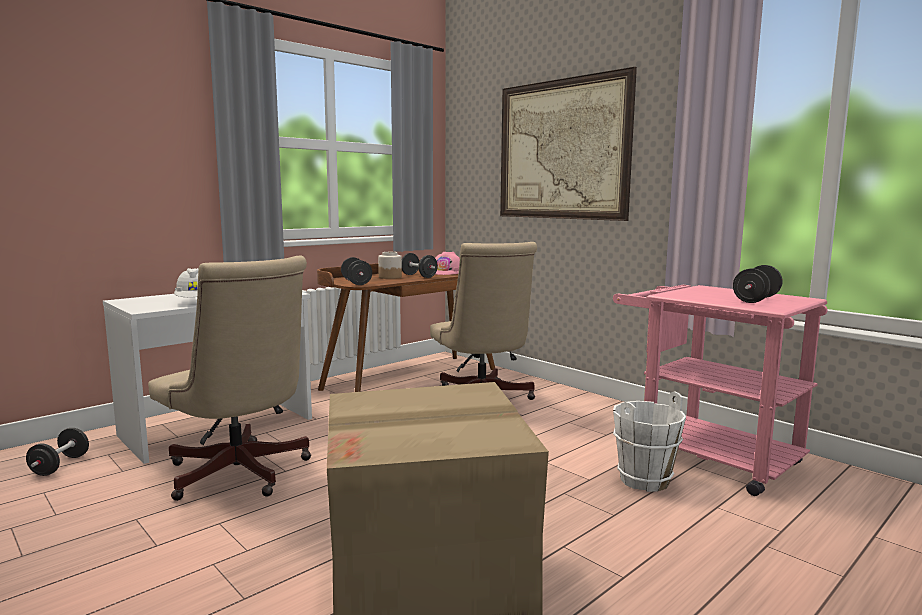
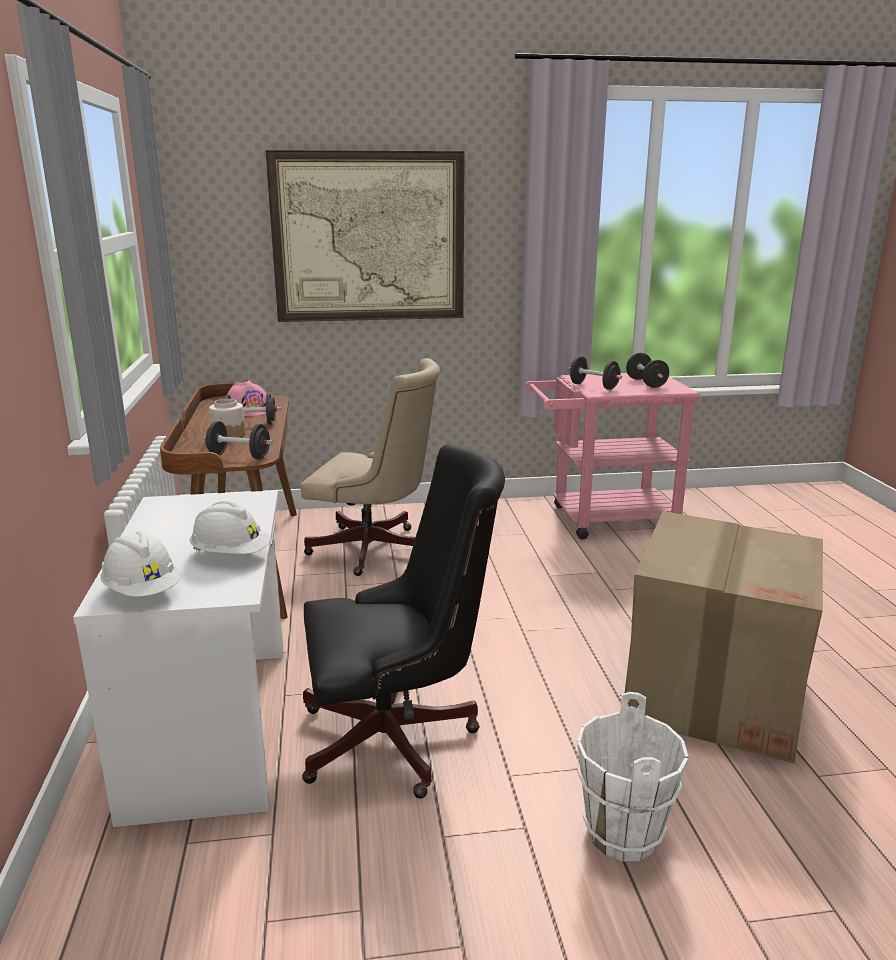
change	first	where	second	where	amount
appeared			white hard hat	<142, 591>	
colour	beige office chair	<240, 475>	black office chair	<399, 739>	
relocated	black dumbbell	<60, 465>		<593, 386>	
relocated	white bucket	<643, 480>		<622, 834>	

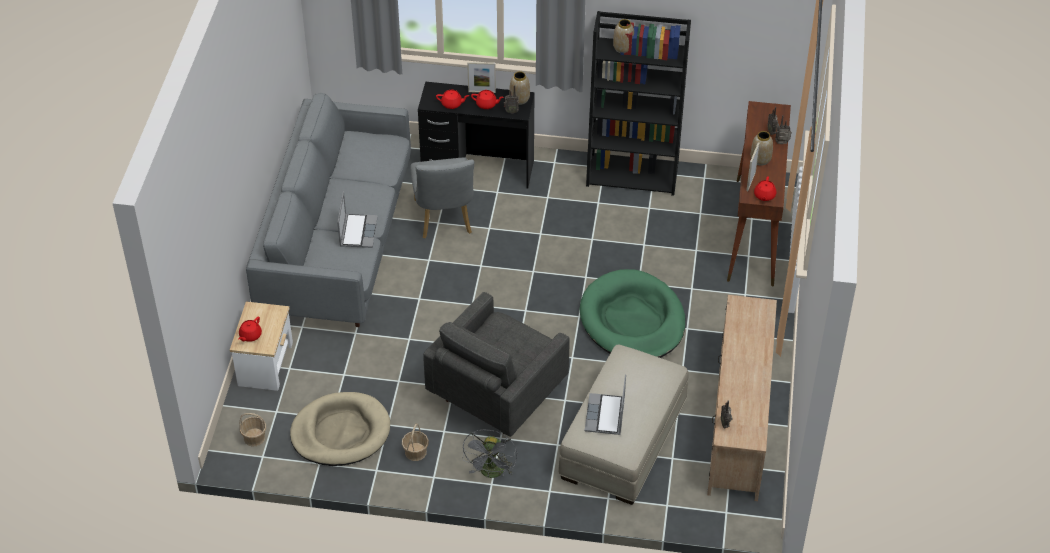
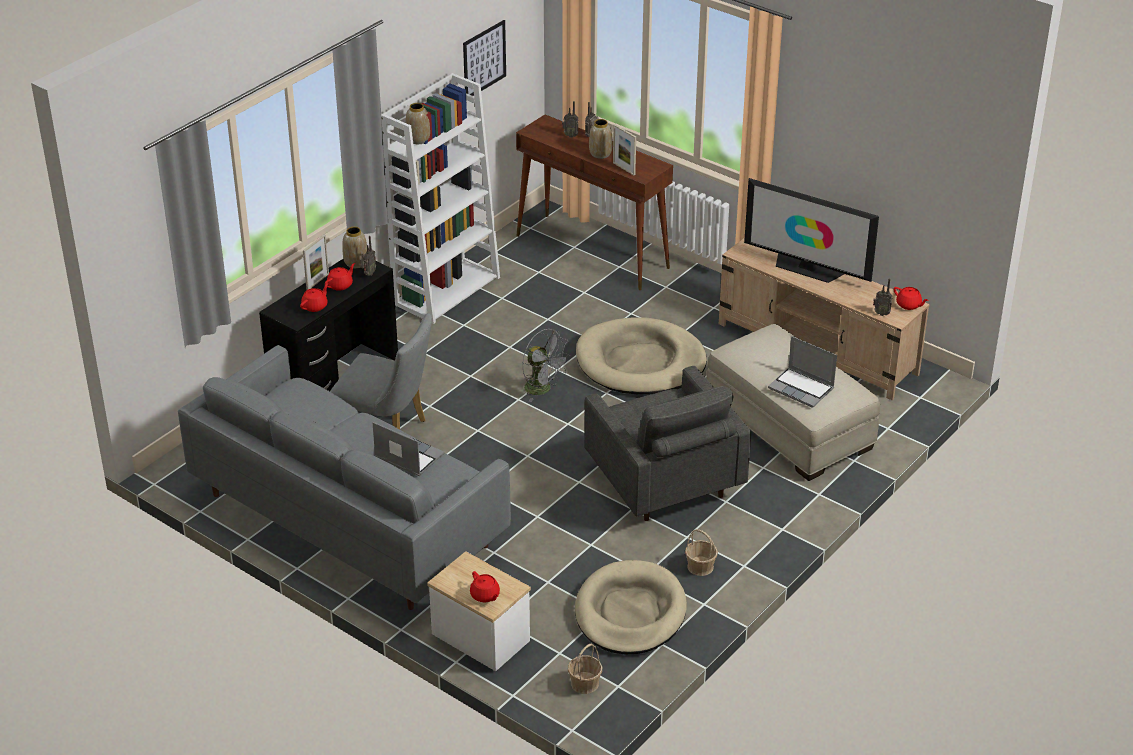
change	first	where	second	where	amount
colour	black bookcase	<633, 174>	white bookcase	<446, 290>	
appeared			picture	<484, 59>	
relocated	grey fan	<492, 473>		<543, 389>	
colour	green dog bed	<632, 320>	beige dog bed	<640, 362>	
appeared			television	<807, 268>	
relocated	red teapot	<764, 196>		<909, 305>	

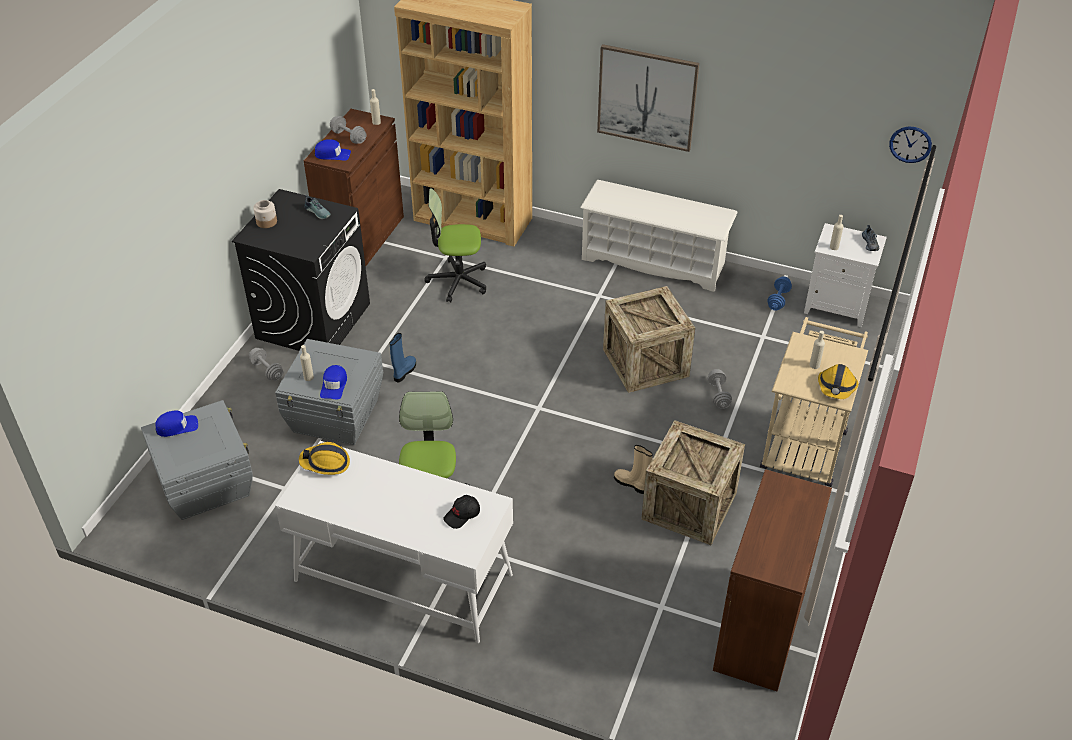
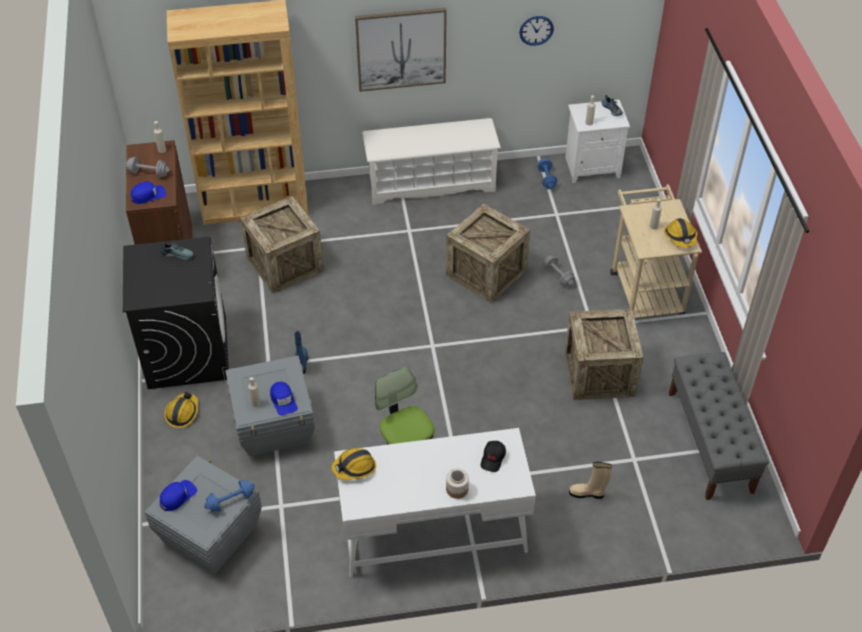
change	first	where	second	where	amount
exchanged	grey dumbbell	<267, 370>	hard hat	<182, 413>	
appeared			blue dumbbell	<230, 501>	
exchanged	office chair	<458, 281>	crate	<284, 264>	
relocated	jar	<267, 222>		<457, 489>	
relocated	wall clock	<910, 144>		<536, 30>	
relocated	beige boot	<632, 484>		<587, 493>	
exchanged	brown cabinet	<760, 628>	grey bench	<710, 442>	

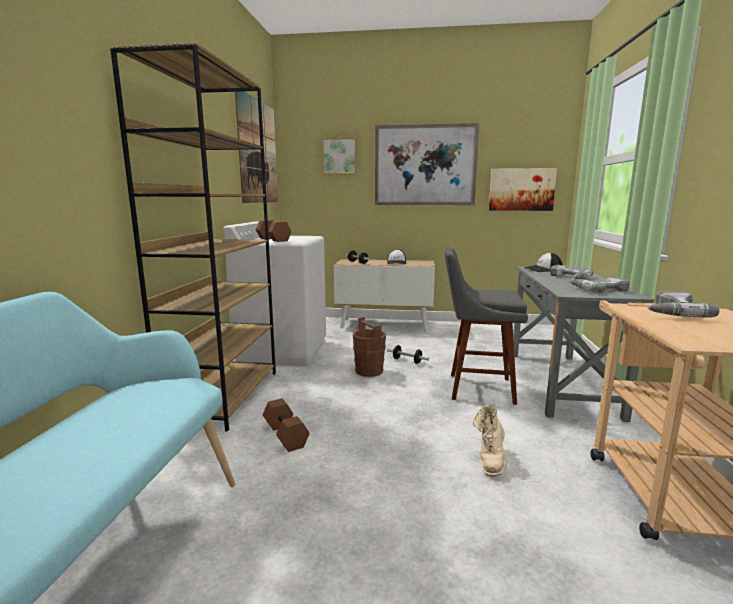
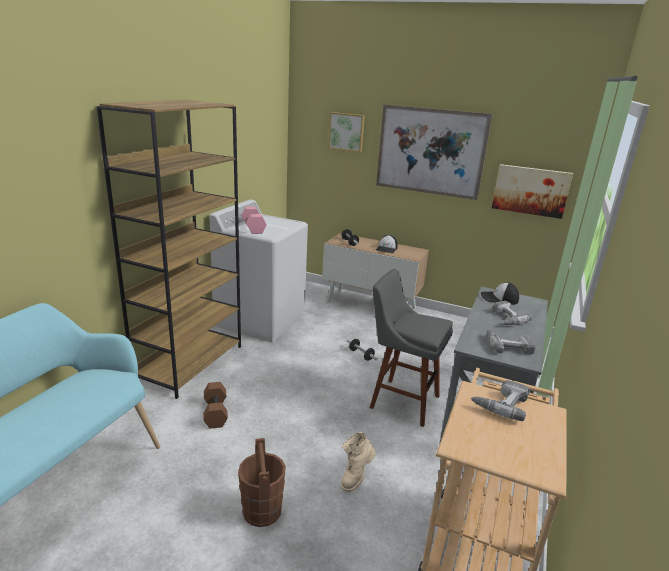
change	first	where	second	where	amount
relocated	brown bucket	<369, 371>		<262, 510>	
colour	brown dumbbell	<274, 240>	pink dumbbell	<254, 228>	
missing	picture	<258, 152>			

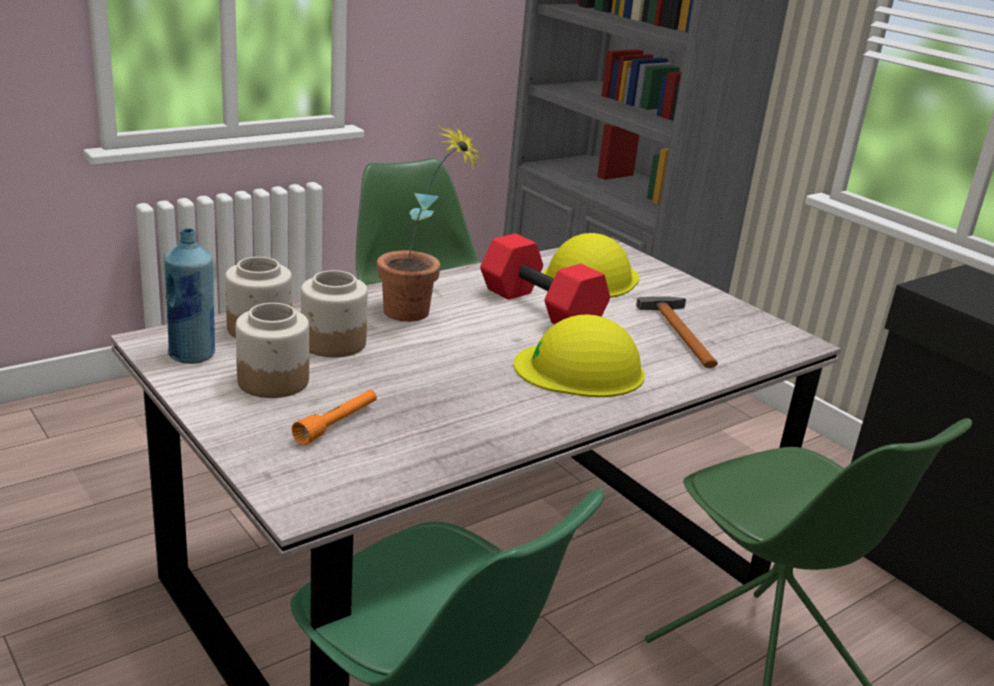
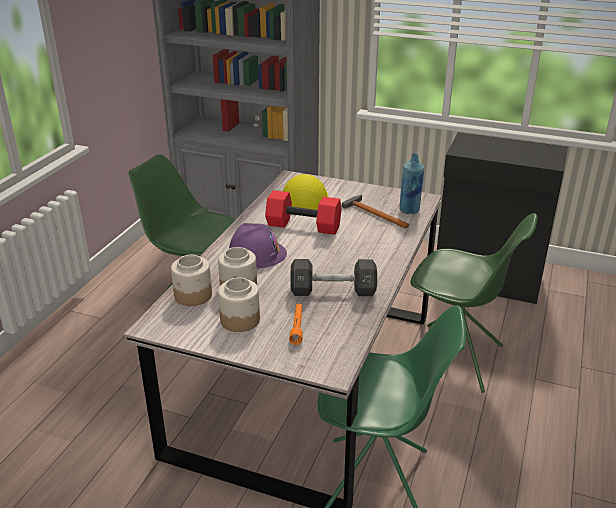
change	first	where	second	where	amount
exchanged	potted plant	<419, 315>	purple hard hat	<256, 254>	
appeared			black dumbbell	<333, 290>	
relocated	blue bottle	<192, 355>		<409, 210>	
missing	yellow hard hat	<580, 369>			

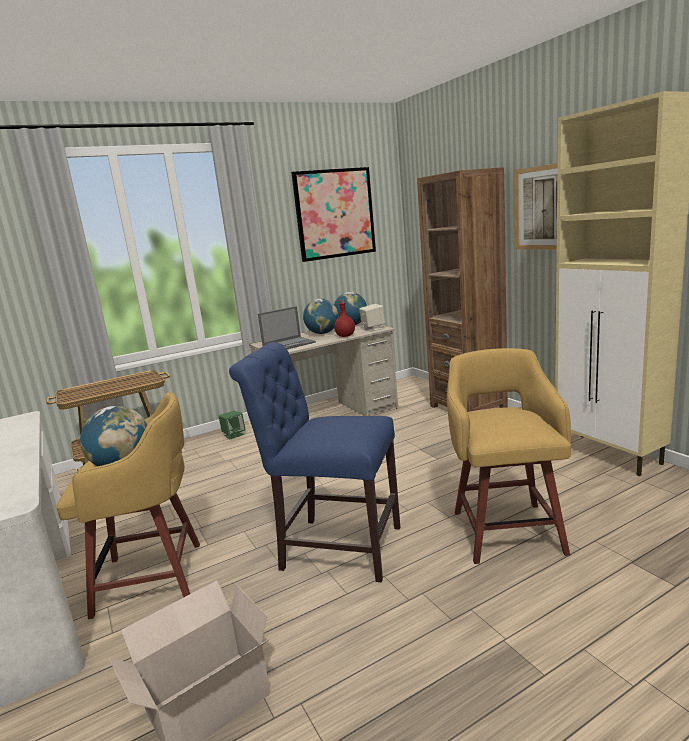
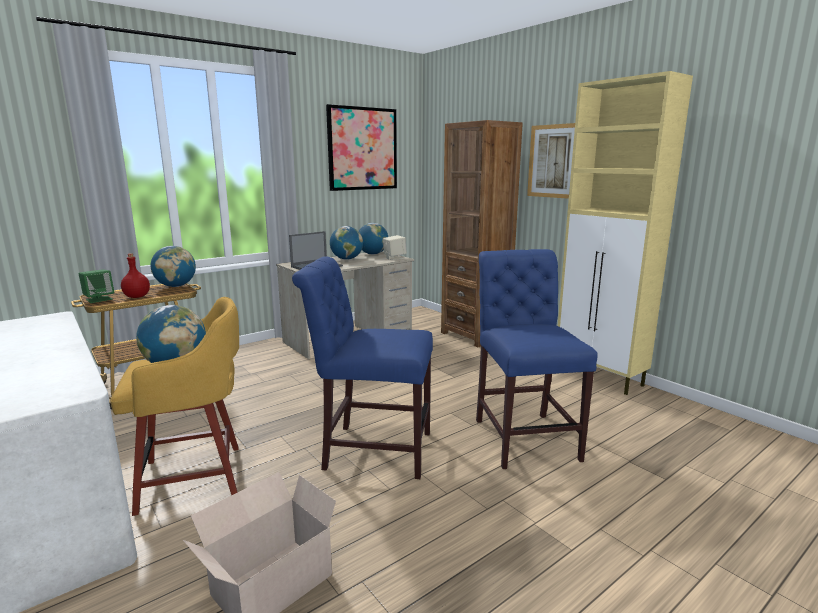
change	first	where	second	where	amount
relocated	green speaker	<234, 435>		<99, 299>	
relocated	red bottle	<345, 336>		<136, 296>	
appeared			globe	<176, 286>	
exchanged	yellow stool	<507, 529>	blue chair	<523, 435>	

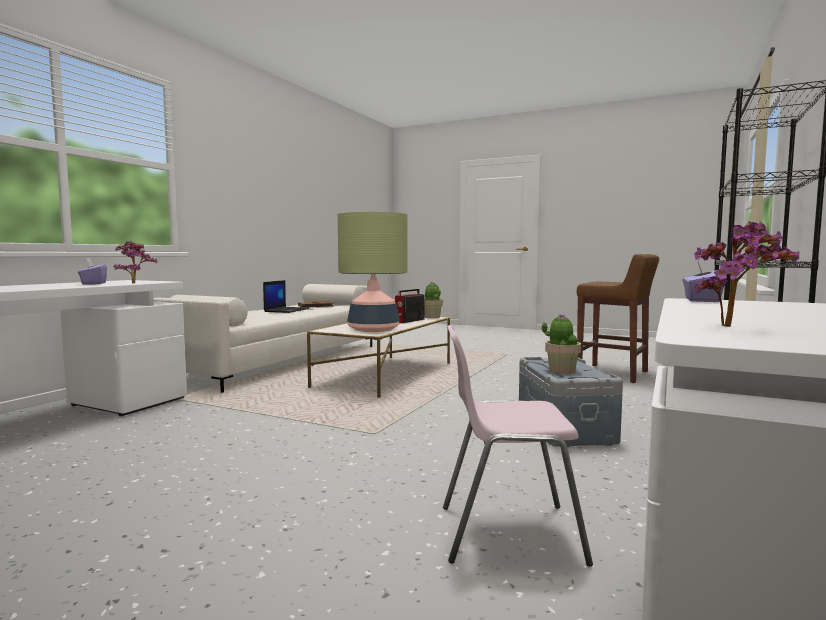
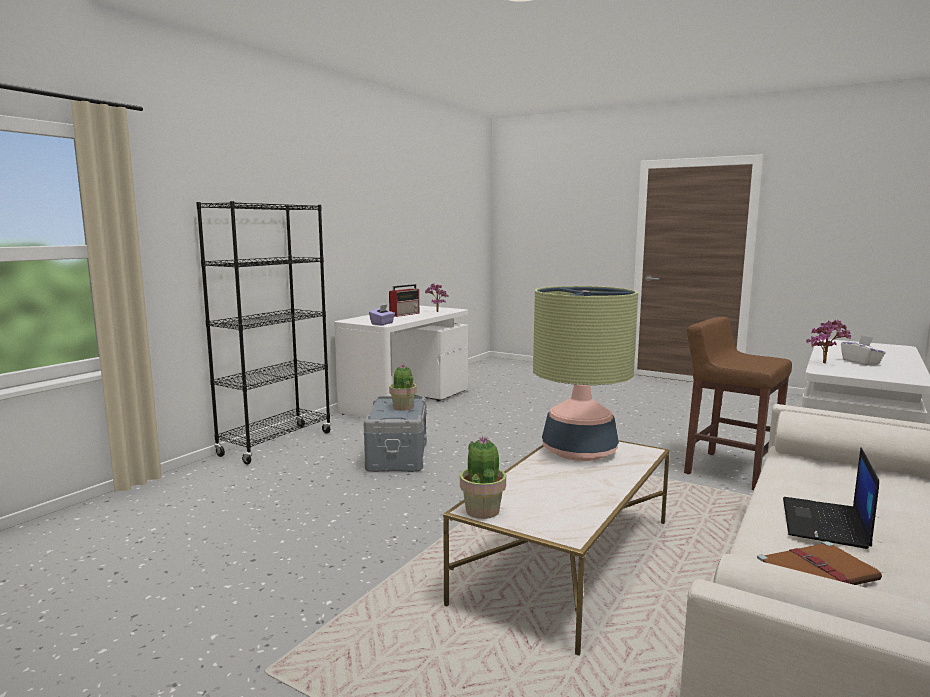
change	first	where	second	where	amount
relocated	radio	<409, 321>		<405, 314>	
relocated	brown stool	<614, 374>		<729, 470>	
colour	purple tissue box	<93, 283>	white tissue box	<861, 362>	
missing	pink chair	<507, 532>			

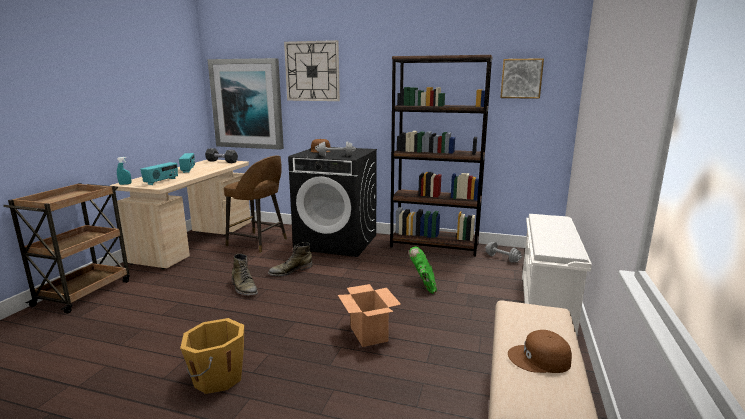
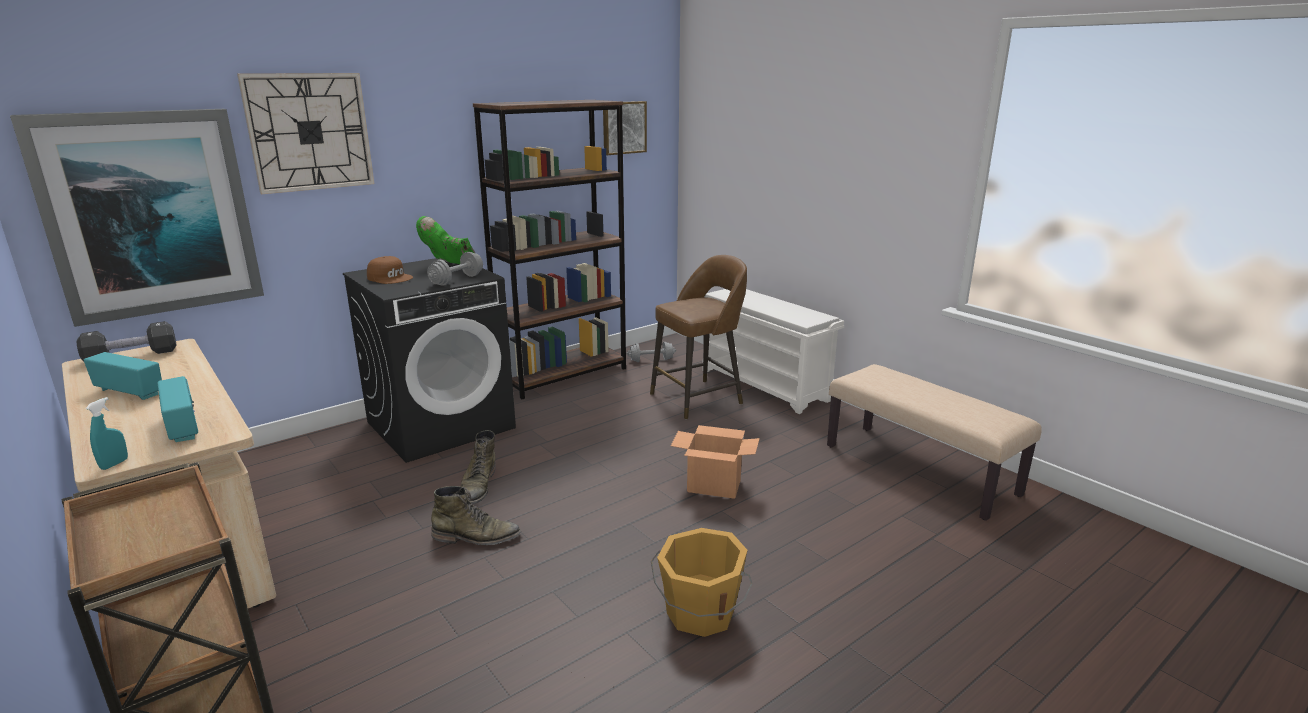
change	first	where	second	where	amount
relocated	green boot	<424, 285>		<451, 266>	
relocated	brown stool	<258, 242>		<698, 398>	
missing	brown cap	<539, 359>			

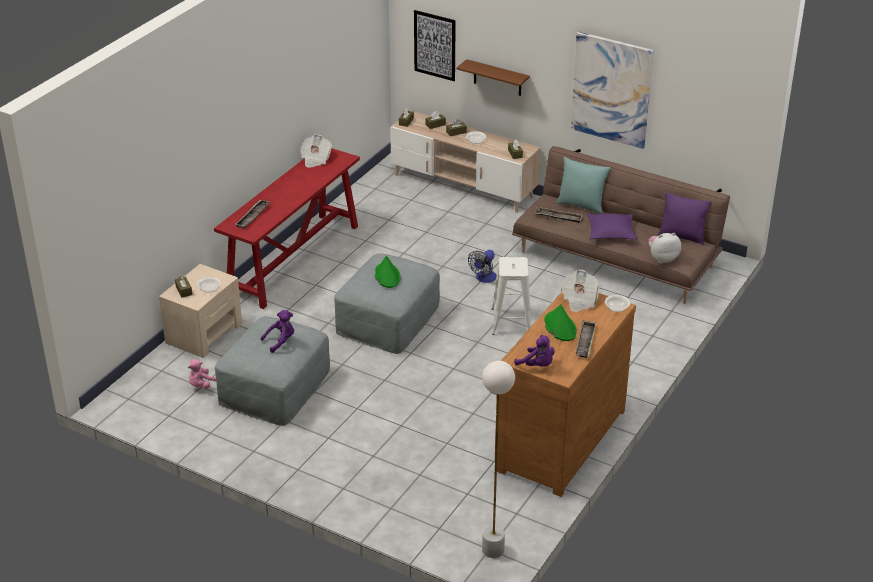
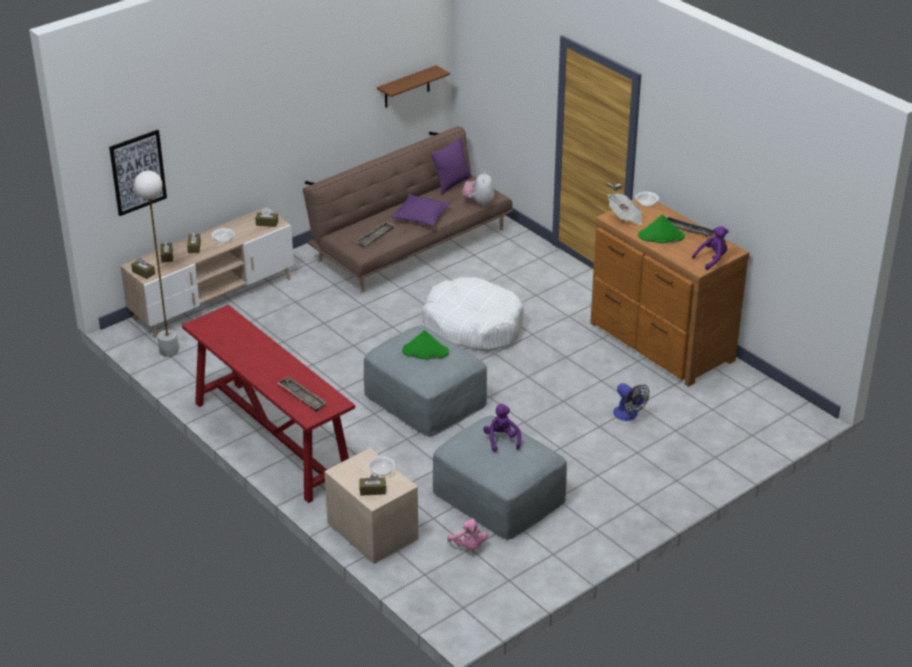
change	first	where	second	where	amount
relocated	white floor lamp	<493, 550>		<169, 351>	
relocated	brown shelf	<497, 78>		<407, 87>	
exchanged	white stool	<511, 321>	white dog bed	<473, 326>	
relocated	fan	<484, 278>		<628, 415>	
missing	newspaper	<315, 159>			
missing	turquoise pillow	<581, 205>			
missing	picture	<611, 89>			

